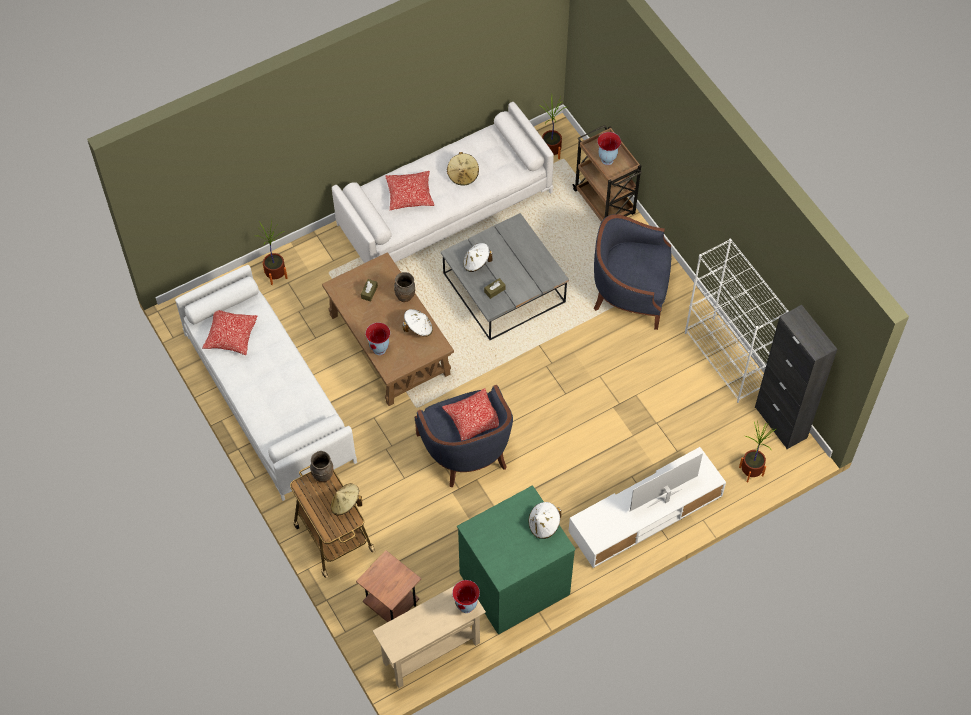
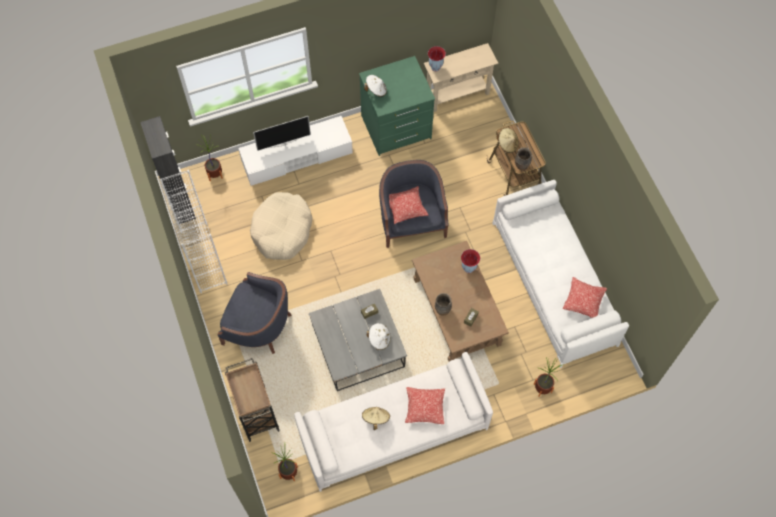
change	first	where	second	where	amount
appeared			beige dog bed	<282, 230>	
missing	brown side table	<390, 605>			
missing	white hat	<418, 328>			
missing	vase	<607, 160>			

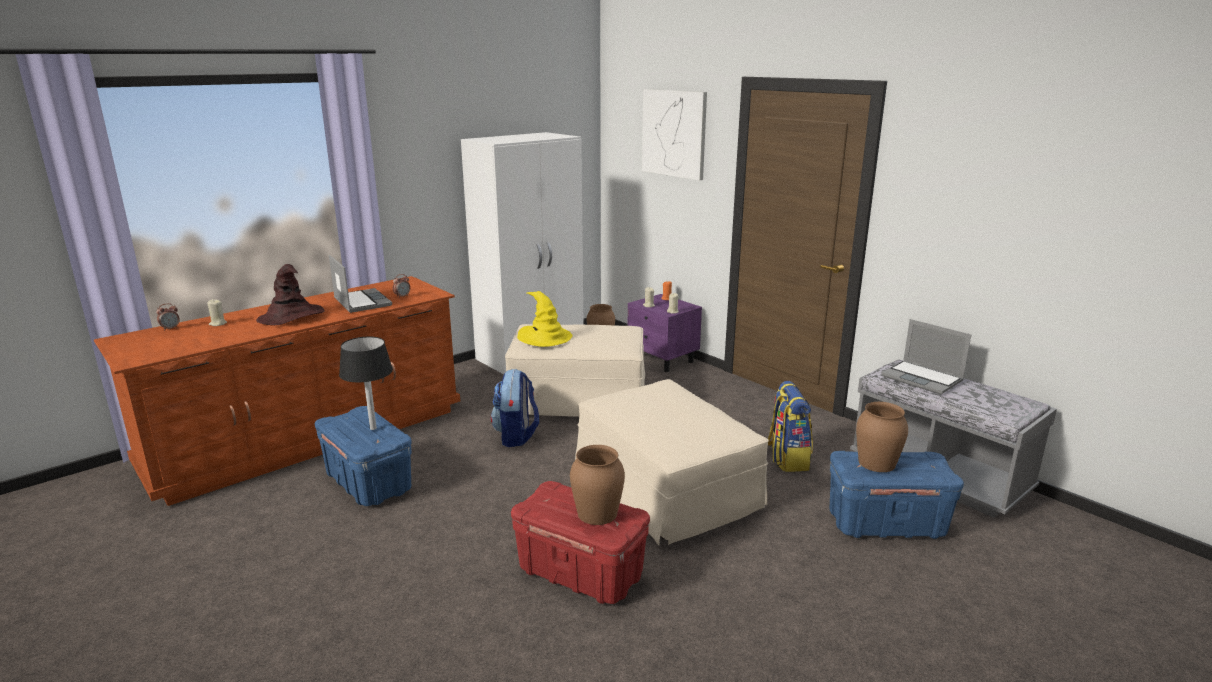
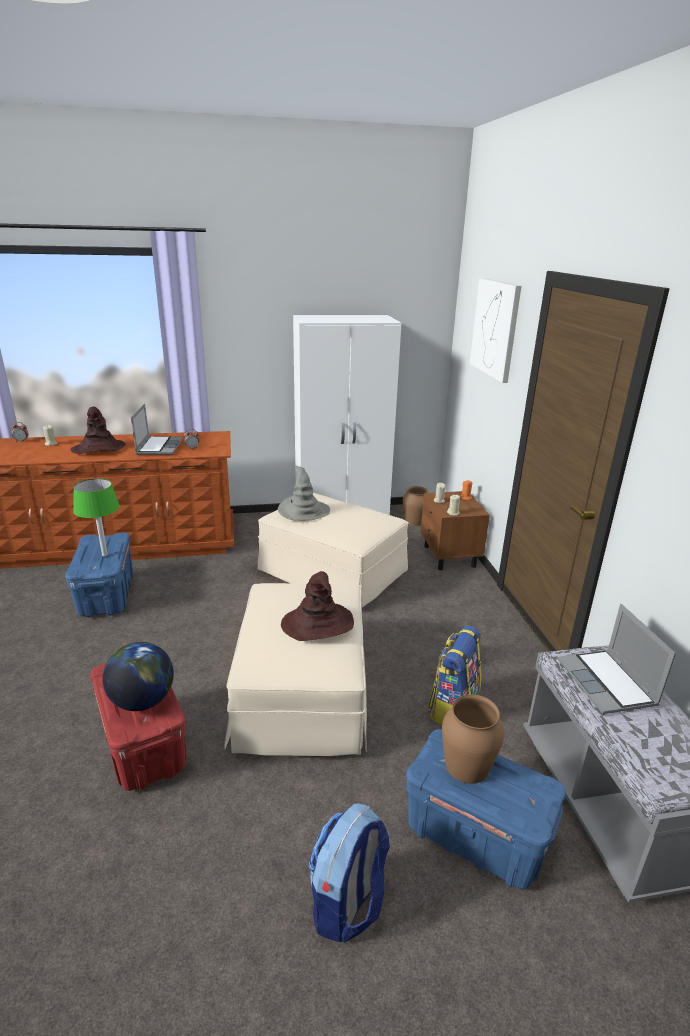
change	first	where	second	where	amount
colour	black table lamp	<373, 428>	green table lamp	<105, 555>	
exchanged	brown vase	<597, 513>	globe	<143, 701>	
colour	yellow hat	<545, 338>	grey hat	<303, 511>	
appeared			brown hat	<318, 624>	
relocated	backpack	<516, 436>		<347, 903>	
colour	purple nightstand	<663, 360>	brown nightstand	<449, 556>	

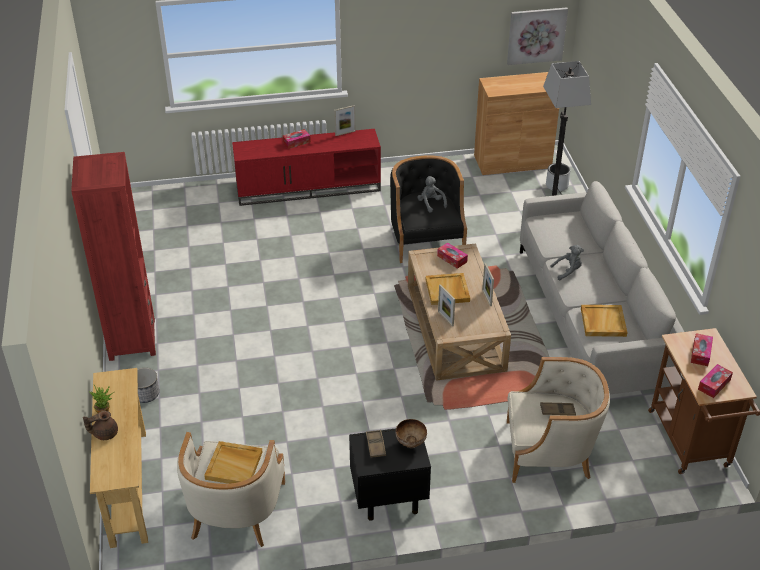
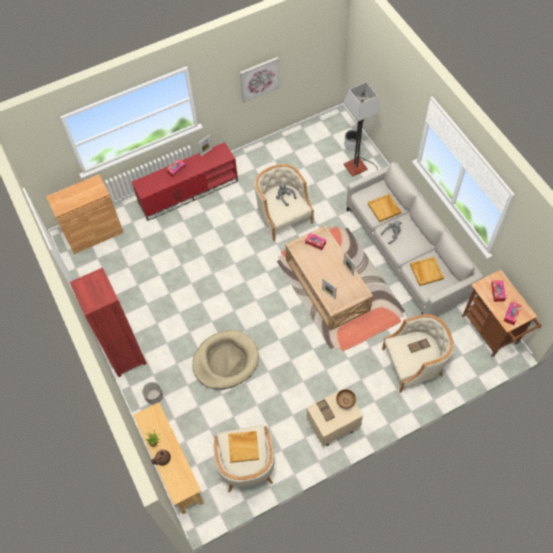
change	first	where	second	where	amount
relocated	brown cabinet	<512, 161>		<94, 233>	
appeared			beige dog bed	<225, 361>	
relocated	picture	<536, 35>		<259, 79>	
colour	black armchair	<426, 239>	beige armchair	<283, 215>	
colour	black nightstand	<388, 498>	beige nightstand	<332, 427>	
relocated	beige tray	<448, 291>		<384, 208>	

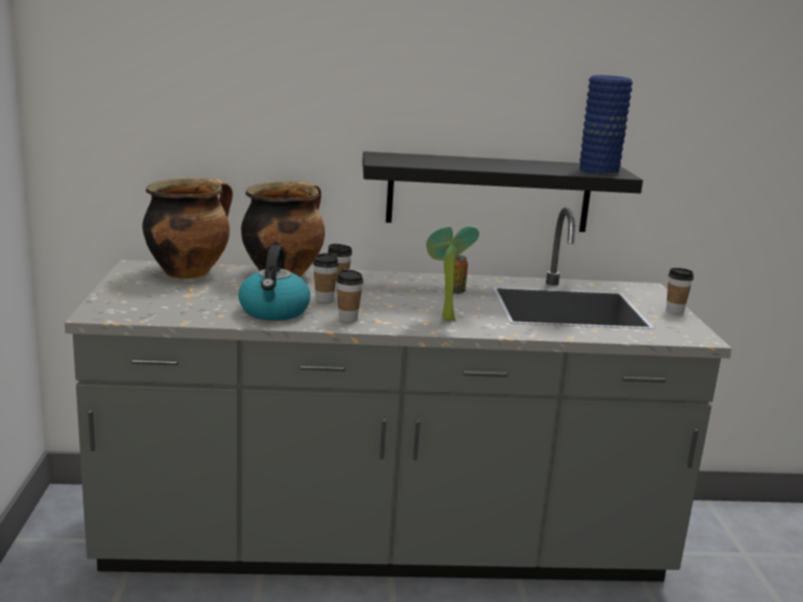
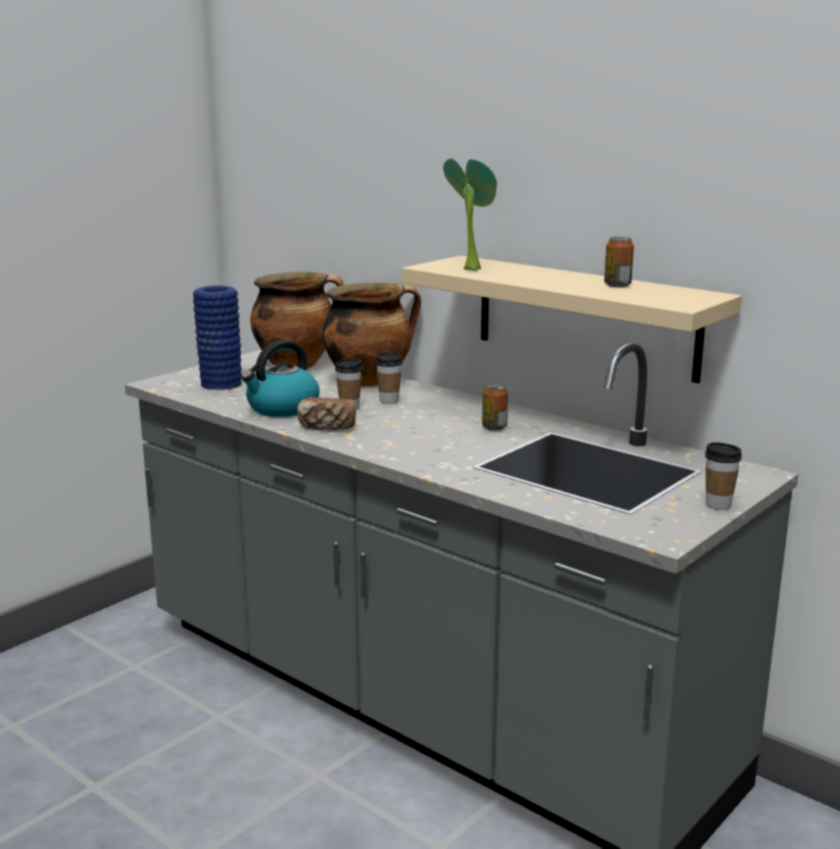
change	first	where	second	where	amount
relocated	blue vase	<598, 171>		<221, 384>	
exchanged	cup	<348, 318>	bread	<327, 427>	
colour	black shelf	<489, 192>	beige shelf	<585, 316>	
relocated	potted plant	<444, 318>		<470, 268>	
appeared			can	<617, 285>	

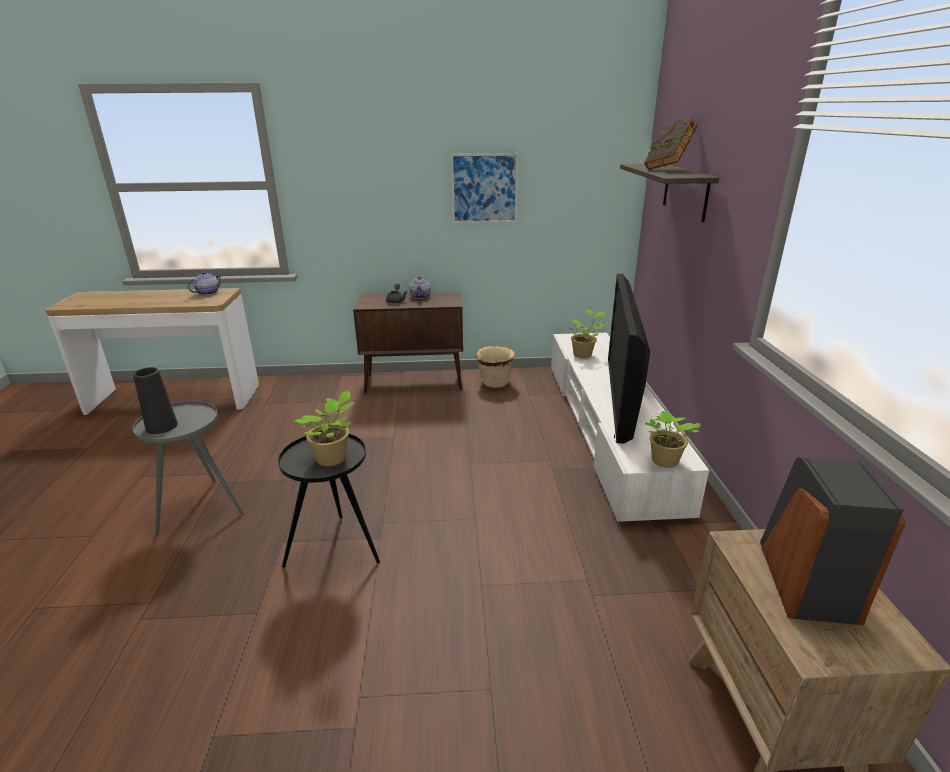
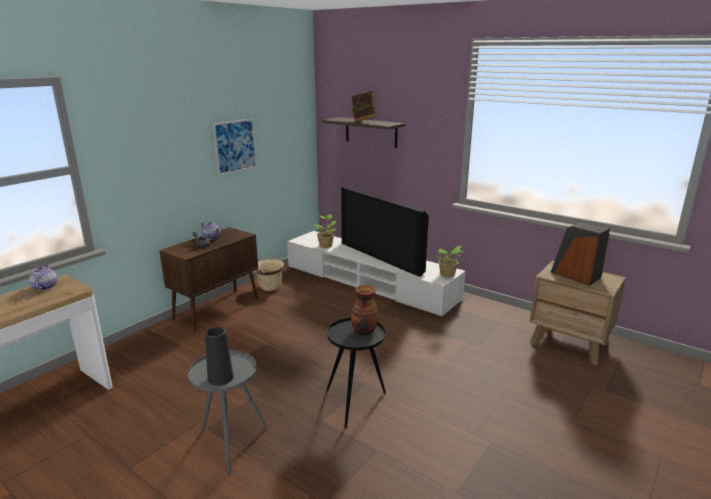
change	first	where	second	where	amount
exchanged	potted plant	<333, 459>	vase	<363, 331>	

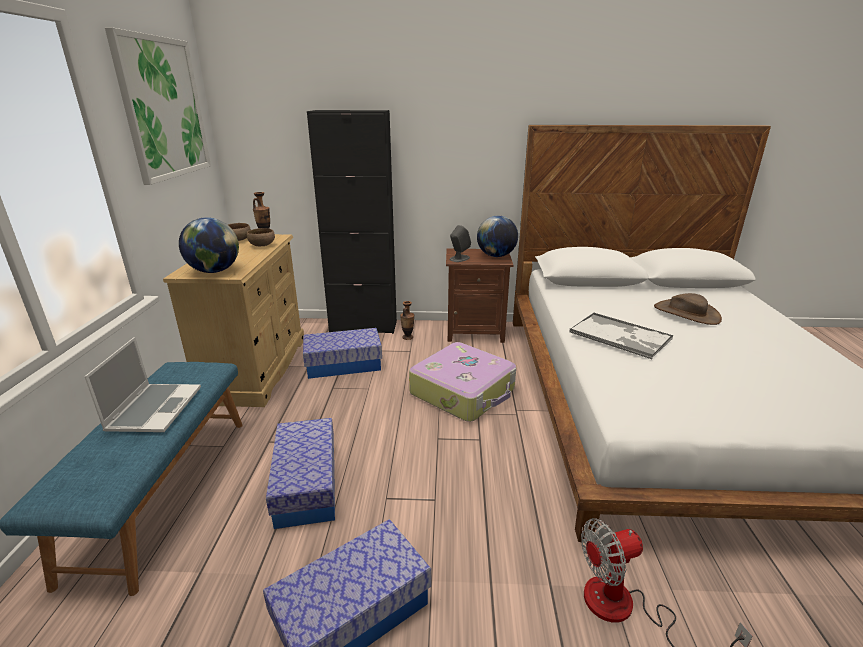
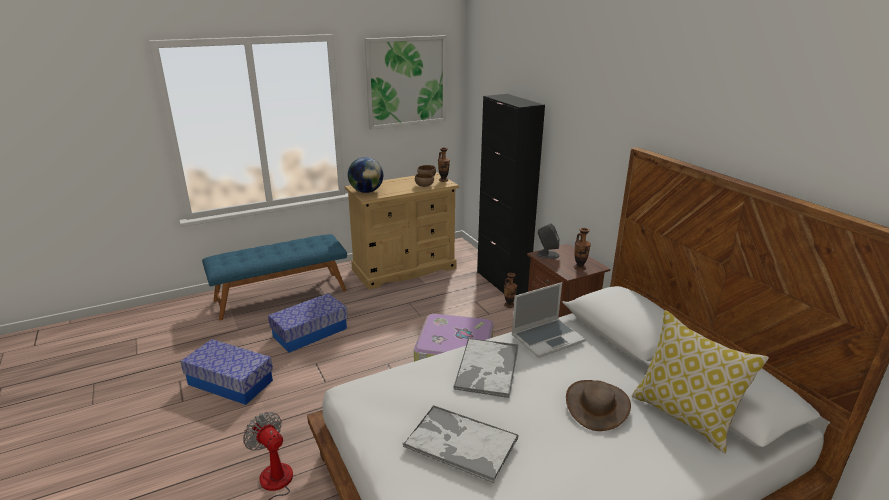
change	first	where	second	where	amount
appeared			tray	<460, 442>	
relocated	laptop	<154, 408>		<547, 338>	
exchanged	globe	<496, 256>	vase	<579, 268>	
appeared			pillow	<684, 416>	
missing	storage box	<343, 364>			

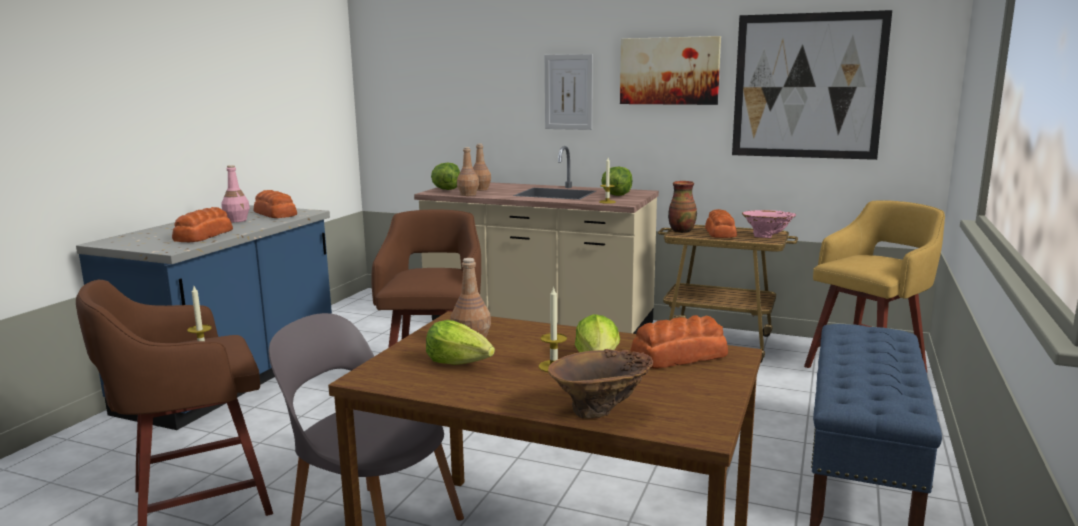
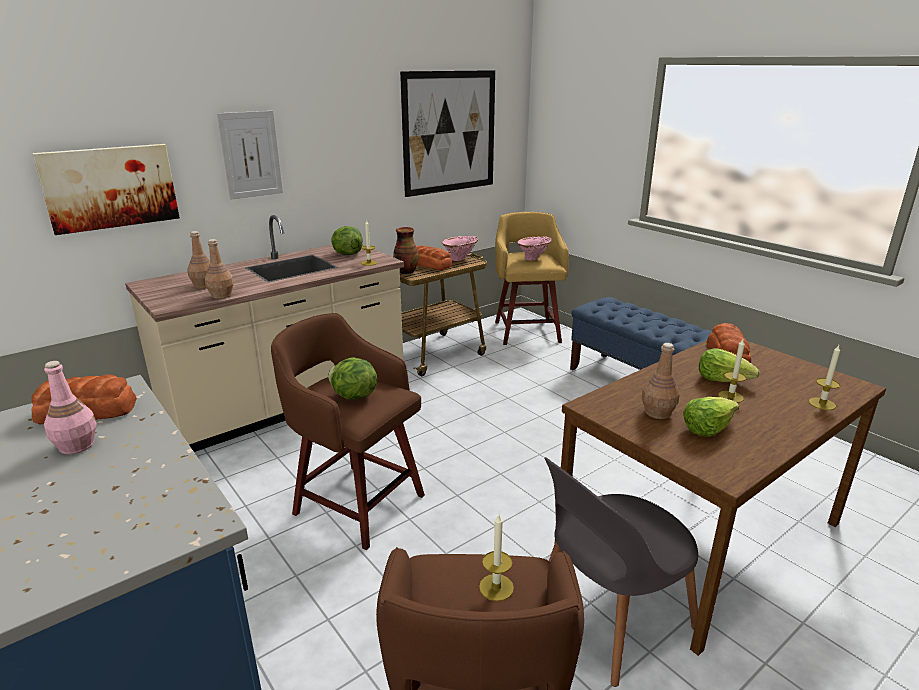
change	first	where	second	where	amount
relocated	picture	<669, 71>		<110, 187>	
relocated	lettuce	<446, 189>		<353, 396>	
appeared			pink vase	<534, 258>	
exchanged	brown vase	<601, 412>	candle	<822, 404>	
missing	bread	<202, 235>			

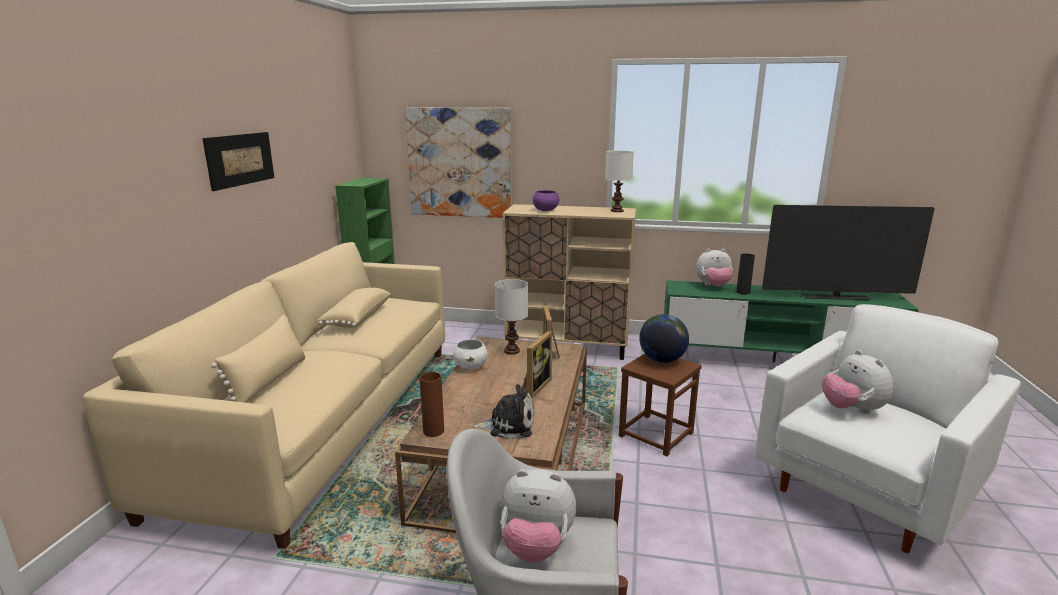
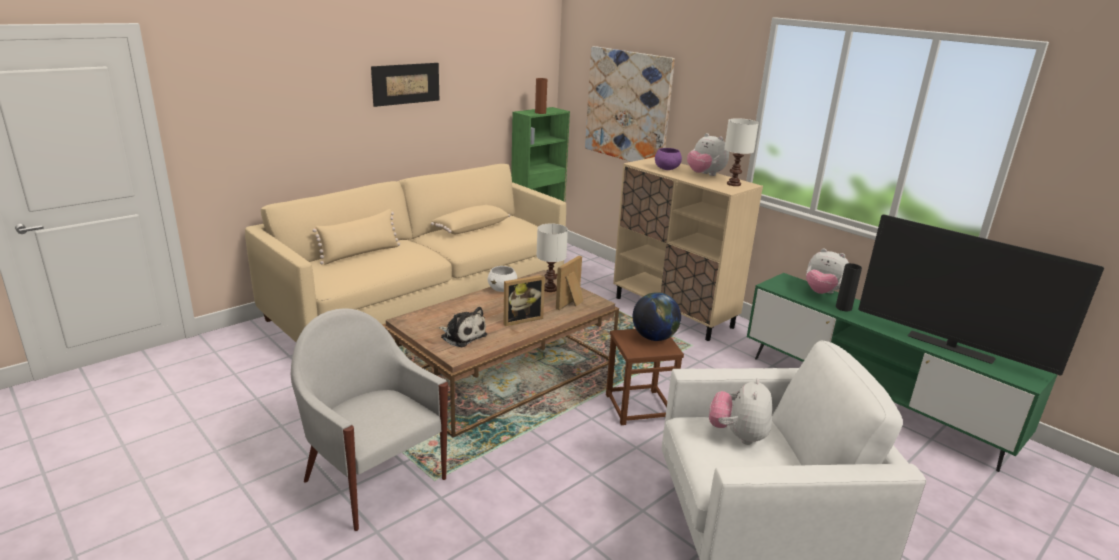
change	first	where	second	where	amount
relocated	brown vase	<433, 431>		<540, 112>	
relocated	plush toy	<536, 546>		<705, 175>	

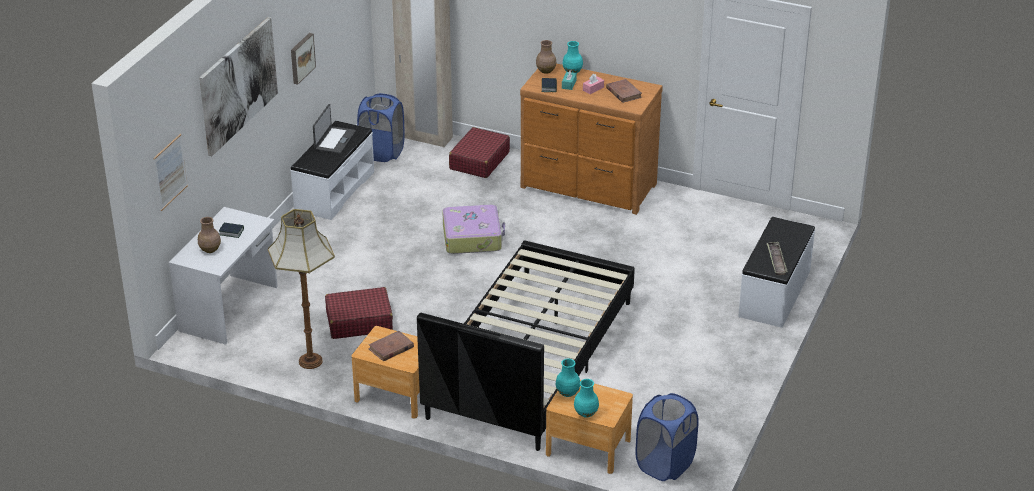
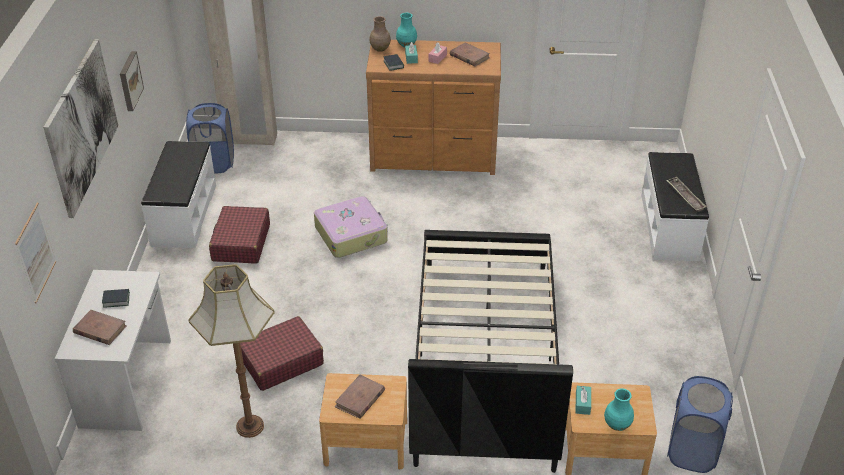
change	first	where	second	where	amount
exchanged	brown vase	<210, 250>	brown book	<100, 329>	
relocated	red suitcase	<479, 161>		<241, 243>	
exchanged	turquoise vase	<567, 393>	turquoise tissue box	<582, 404>	
missing	laptop	<334, 140>			

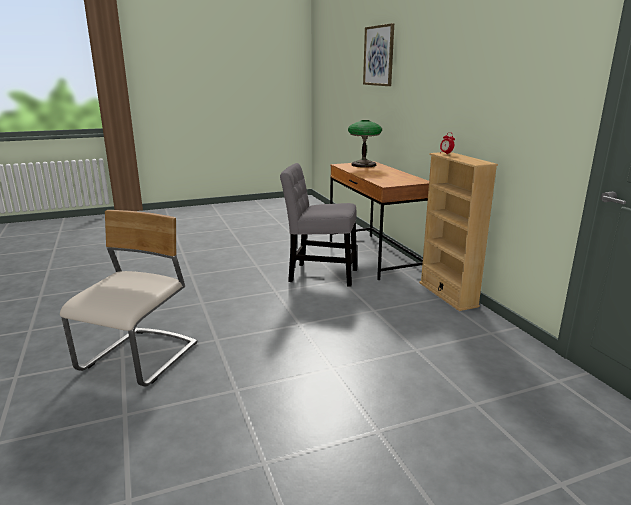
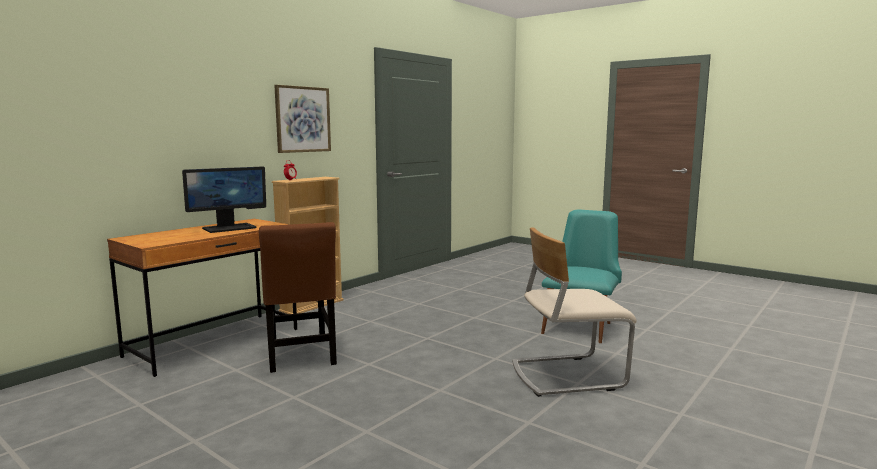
change	first	where	second	where	amount
appeared			monitor	<229, 228>	
colour	grey chair	<319, 275>	brown chair	<301, 355>	
relocated	picture	<379, 56>		<303, 119>	
appeared			turquoise chair	<580, 326>	
missing	table lamp	<363, 165>			

